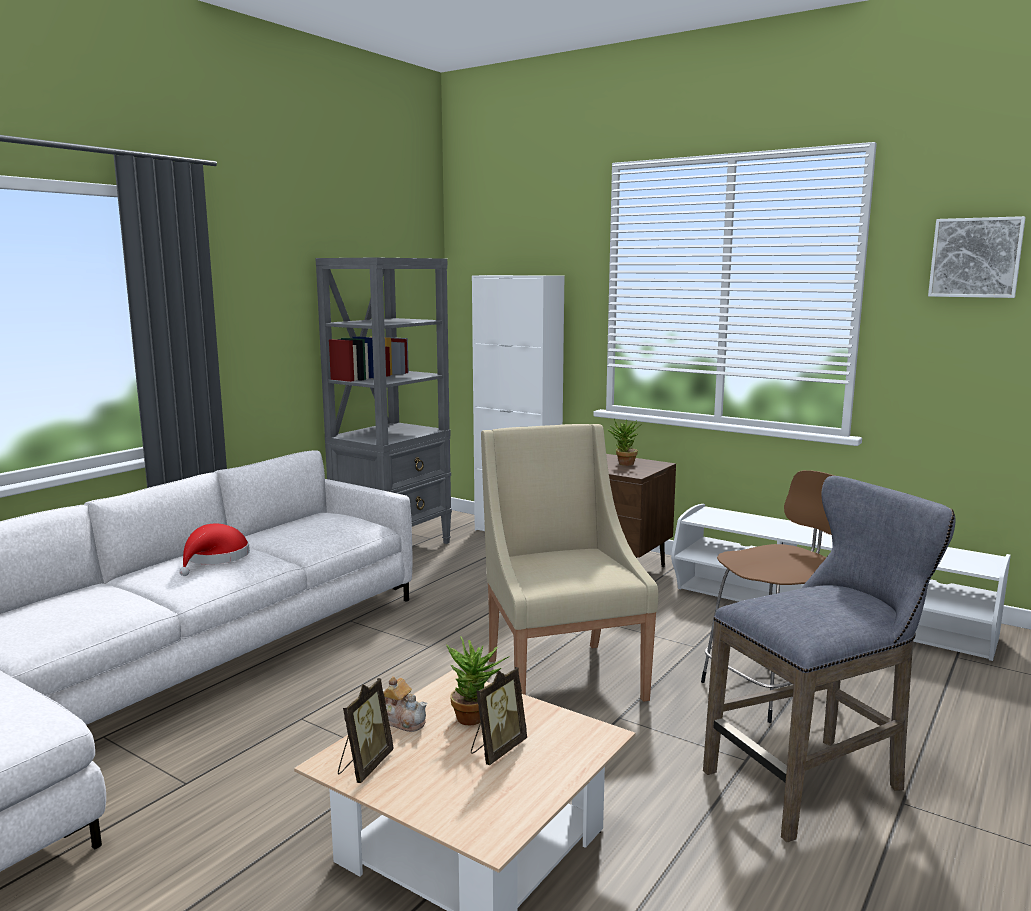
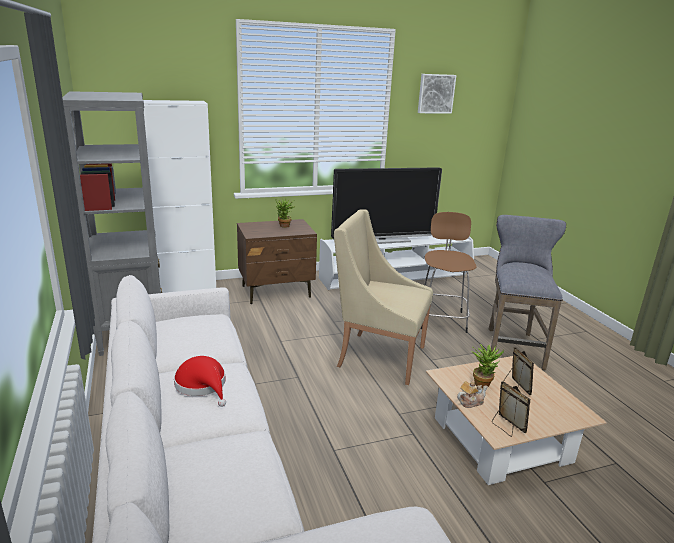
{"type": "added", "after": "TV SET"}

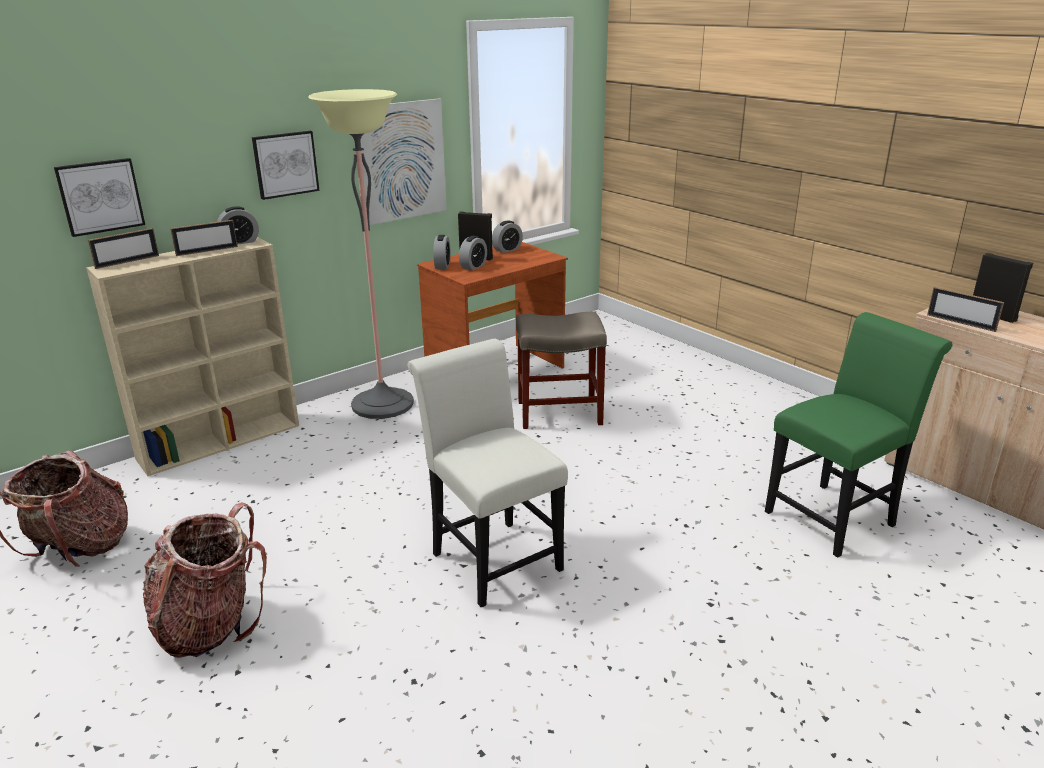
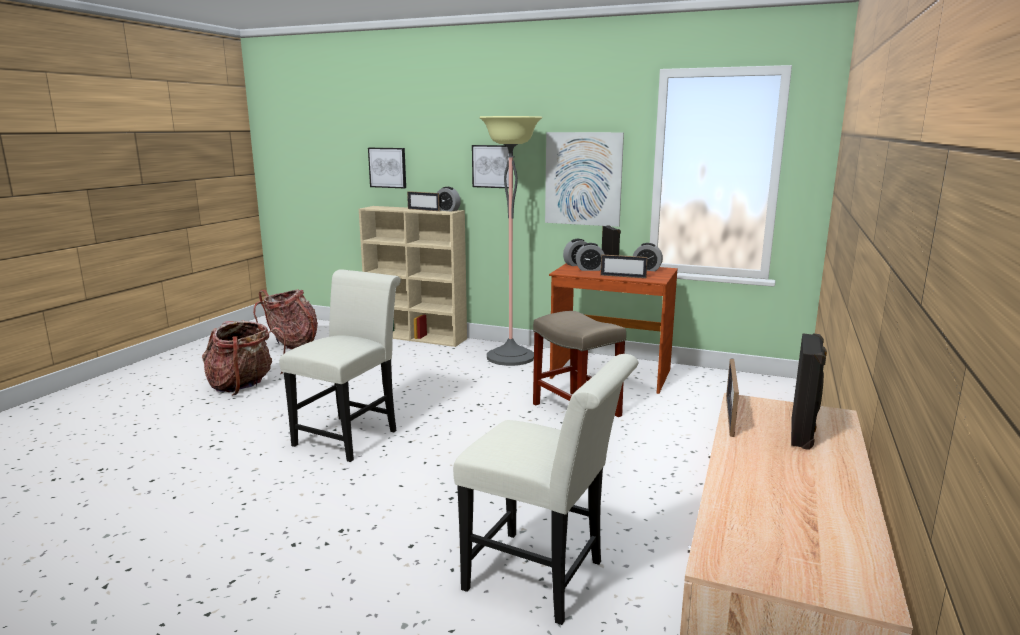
{"type": "moved", "before": "PICTURE FRAME (1st from left in the first image)", "after": "PICTURE FRAME (2nd from left)"}
{"type": "recoloured", "before": "GREEN-COLOURED UPRIGHT CHAIR", "after": "WHITE UPRIGHT CHAIR (2nd from left)"}

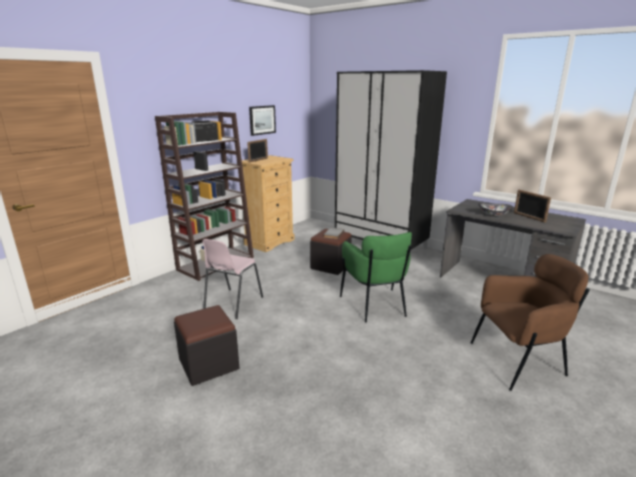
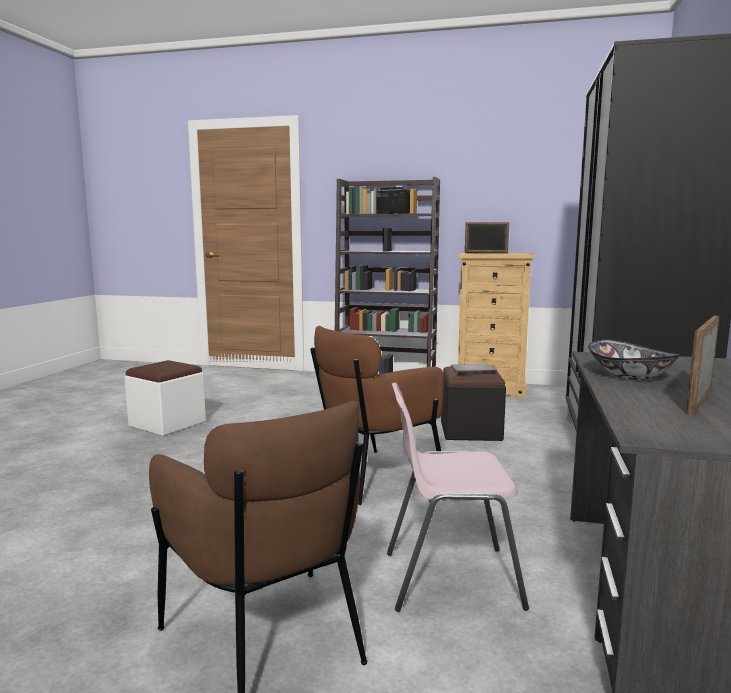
{"type": "recoloured", "before": "BLACK FOOTREST (1st from left)", "after": "WHITE FOOTREST"}
{"type": "moved", "before": "PINK UPRIGHT CHAIR"}
{"type": "removed", "before": "WALL ART"}
{"type": "recoloured", "before": "GREEN-COLOURED LOUNGE CHAIR", "after": "BROWN-COLOURED LOUNGE CHAIR (2nd from left)"}

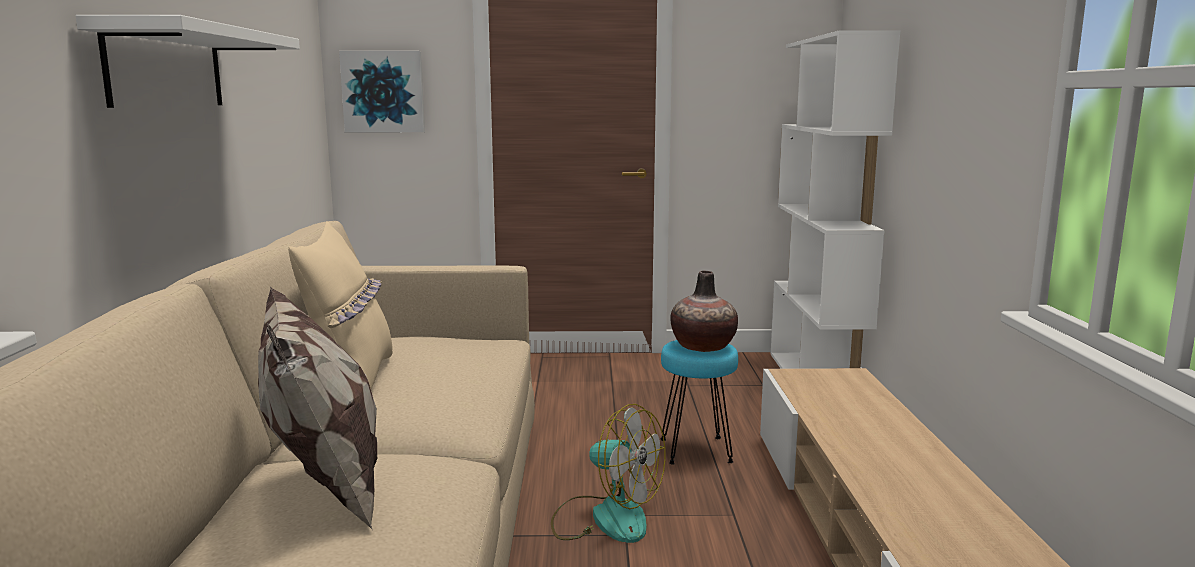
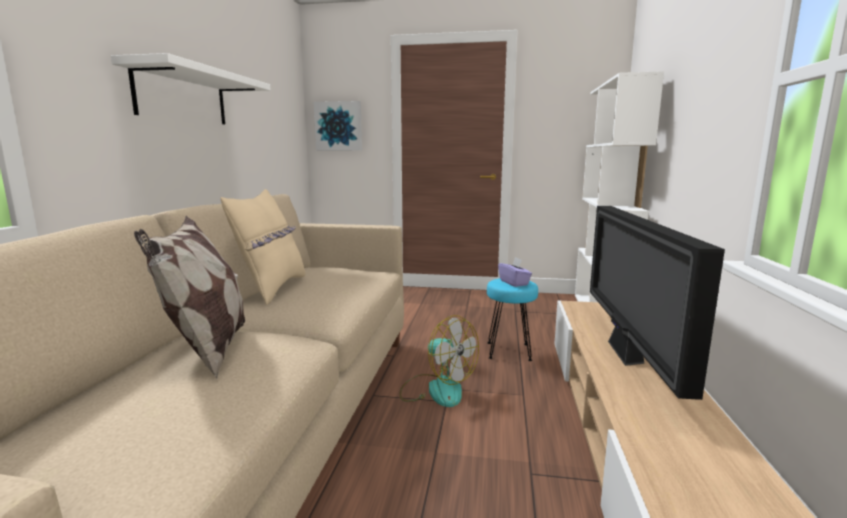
{"type": "replaced", "before": "VASE", "after": "PURPLE-COLOURED TISSUE BOX"}
{"type": "added", "after": "TV SET"}

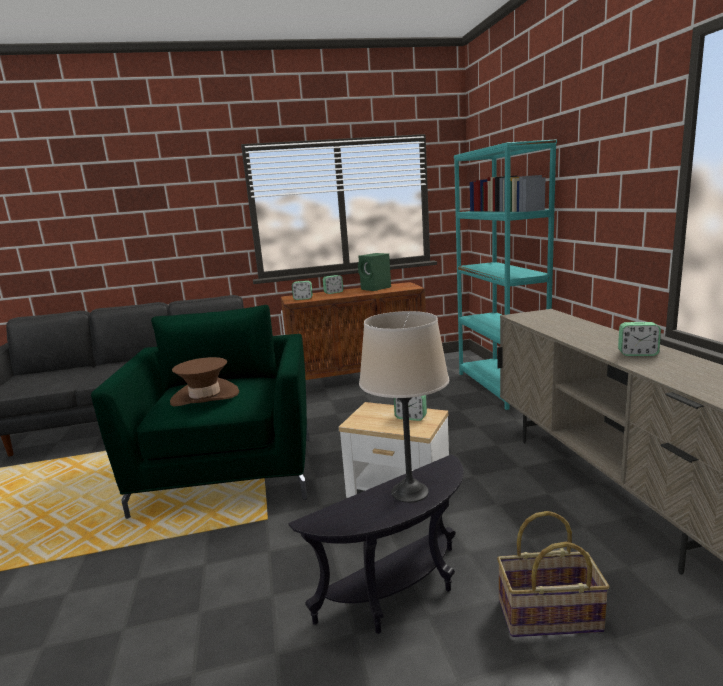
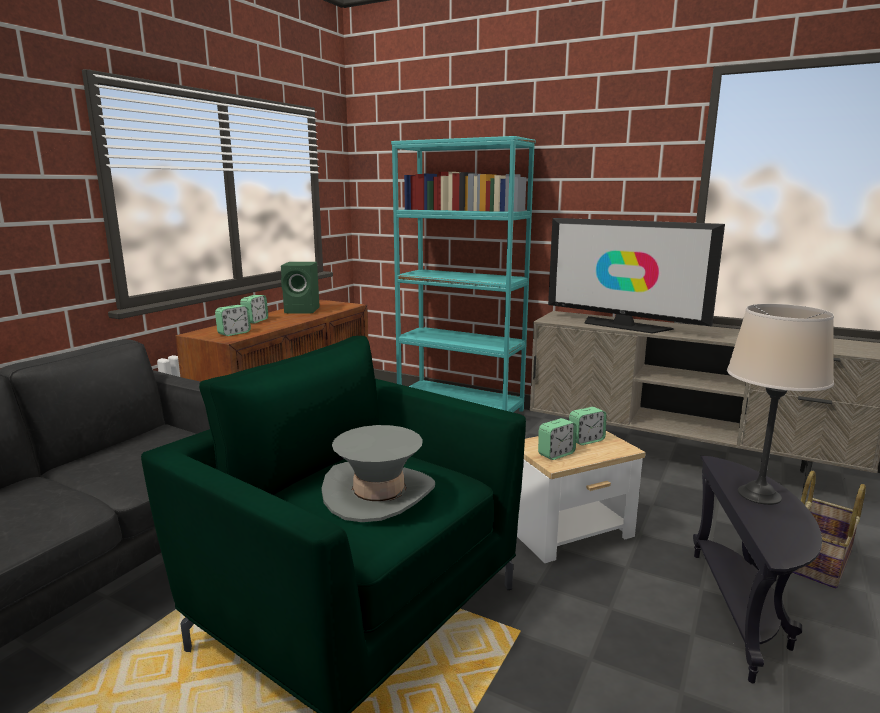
{"type": "recoloured", "before": "BROWN-COLOURED HAT", "after": "GRAY HAT"}
{"type": "moved", "before": "ALARM CLOCK (4th from left in the first image)", "after": "ALARM CLOCK (3rd from left)"}
{"type": "added", "after": "TV SET"}

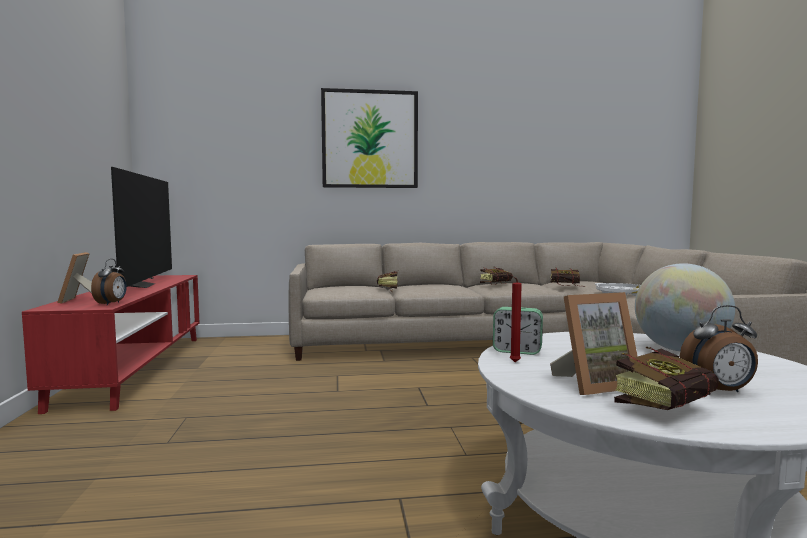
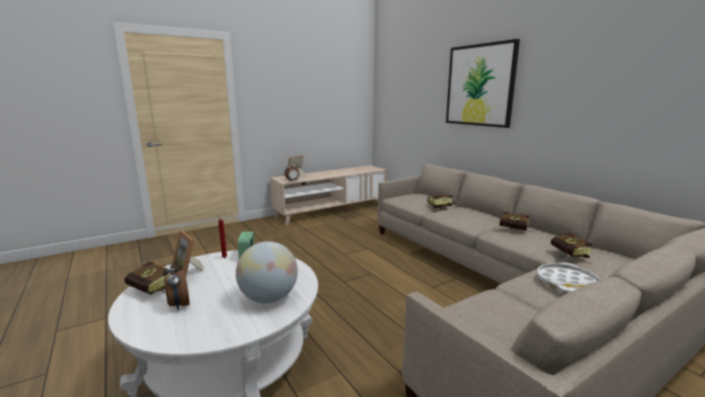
{"type": "recoloured", "before": "REDDISH TV STAND", "after": "BEIGE-COLOURED TV STAND"}
{"type": "removed", "before": "TV SET"}

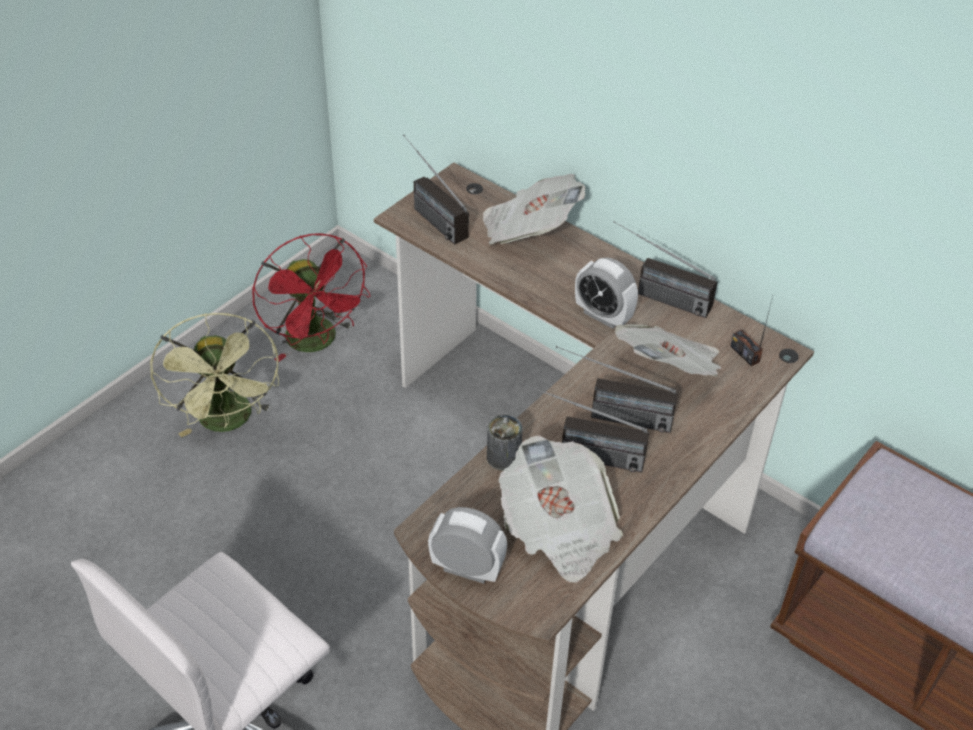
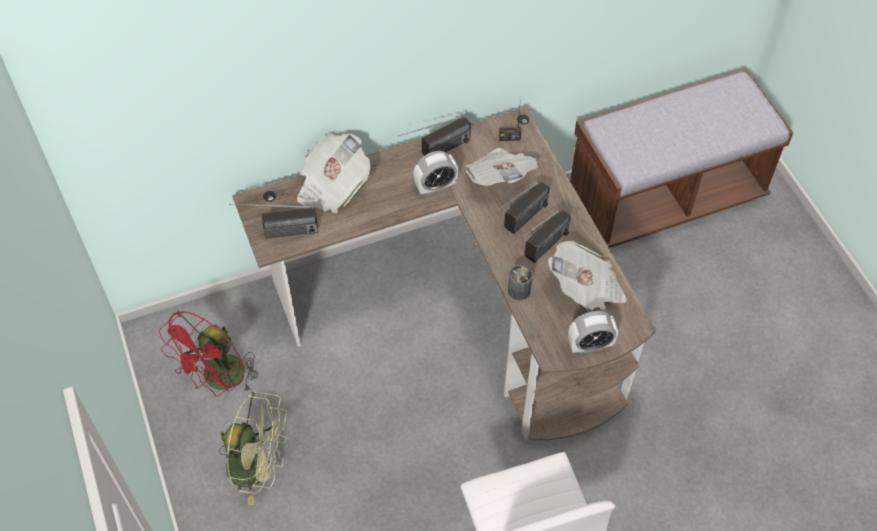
{"type": "turned", "before": "REDDISH FAN", "turn": 120}
{"type": "turned", "before": "ALARM CLOCK (1st from left in the first image)", "turn": -150}

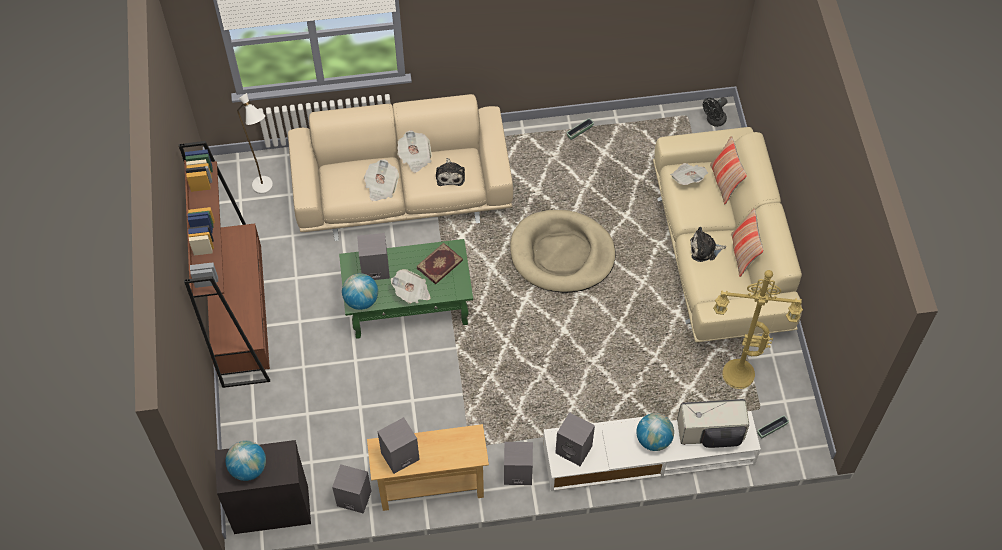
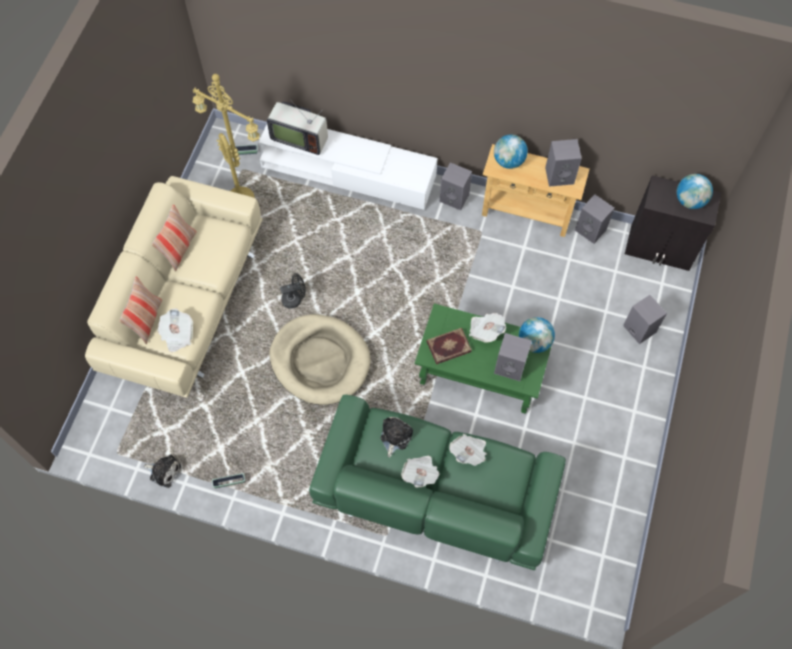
{"type": "removed", "before": "BROWN-COLOURED SHELVING UNIT"}
{"type": "removed", "before": "WHITE FLOOR LAMP"}
{"type": "recoloured", "before": "BEIGE-COLOURED SOFA (1st from left)", "after": "GREEN-COLOURED SOFA"}
{"type": "moved", "before": "GRAY LOUDSPEAKER (5th from left)"}
{"type": "moved", "before": "WORLD GLOBE (3rd from left in the first image)", "after": "WORLD GLOBE (1st from left)"}
{"type": "moved", "before": "SOFT TOY (2nd from left in the first image)", "after": "SOFT TOY (1st from left)"}
{"type": "moved", "before": "BLACK FAN"}

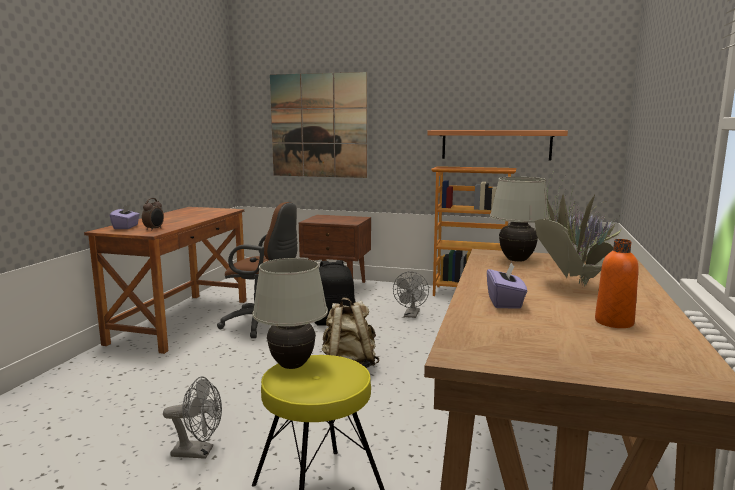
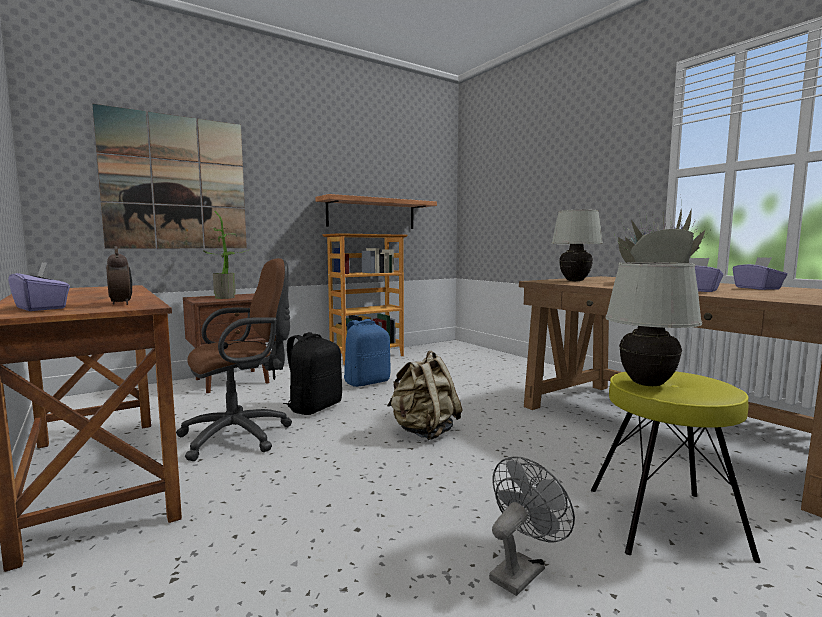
{"type": "replaced", "before": "GRAY FAN (2nd from left)", "after": "BLUE BACKPACK"}
{"type": "replaced", "before": "ORANGE DRINK BOTTLE", "after": "PURPLE-COLOURED TISSUE BOX (3rd from left)"}
{"type": "added", "after": "PLANT IN A POT (1st from left)"}

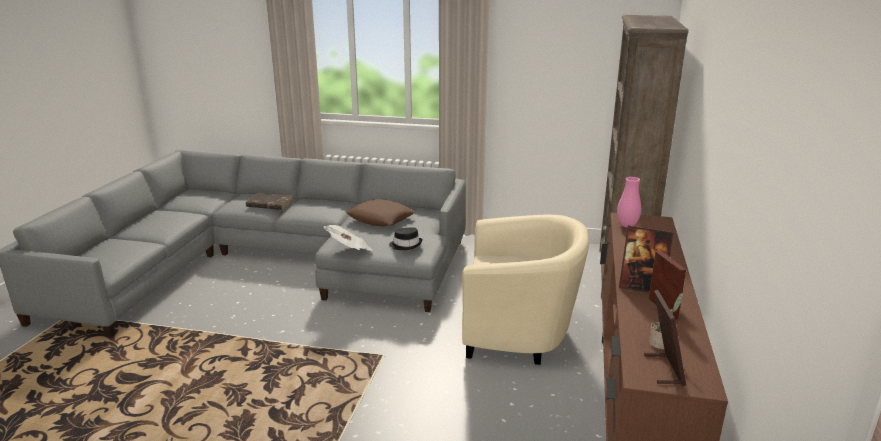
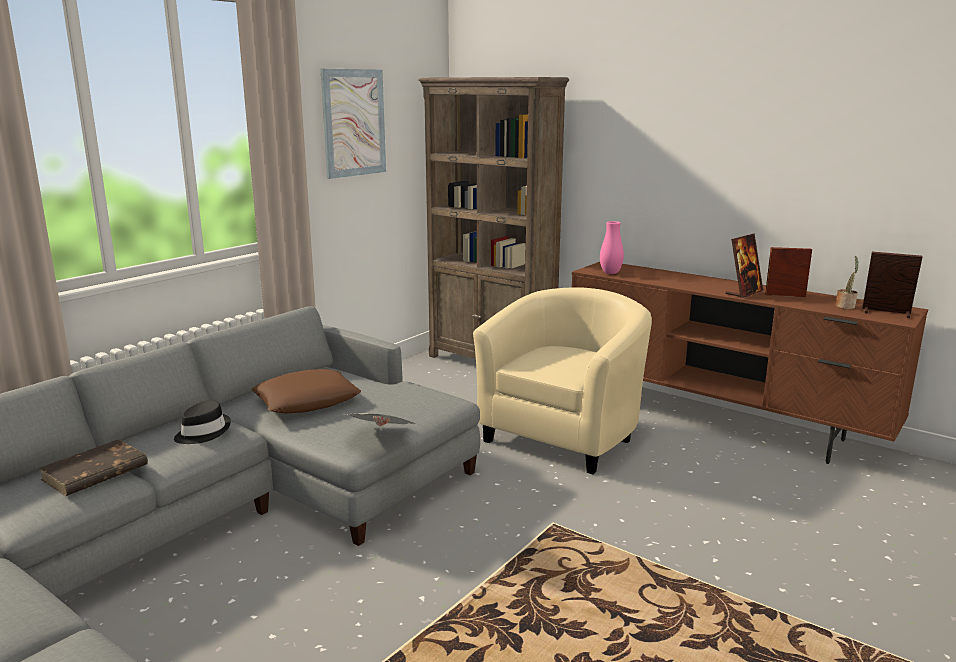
{"type": "moved", "before": "BLACK HAT"}
{"type": "added", "after": "WALL ART"}

